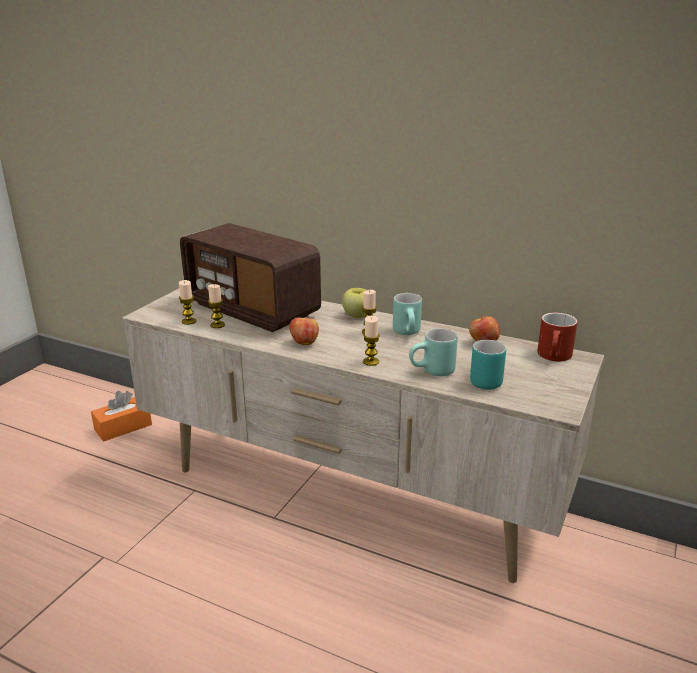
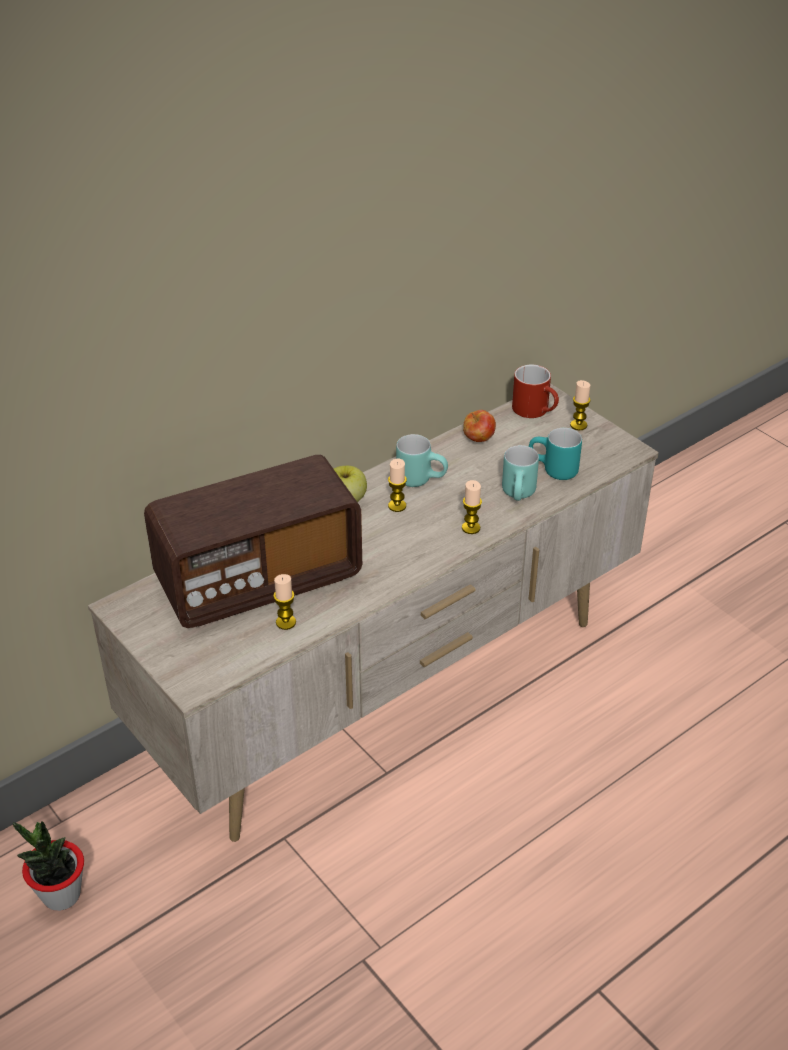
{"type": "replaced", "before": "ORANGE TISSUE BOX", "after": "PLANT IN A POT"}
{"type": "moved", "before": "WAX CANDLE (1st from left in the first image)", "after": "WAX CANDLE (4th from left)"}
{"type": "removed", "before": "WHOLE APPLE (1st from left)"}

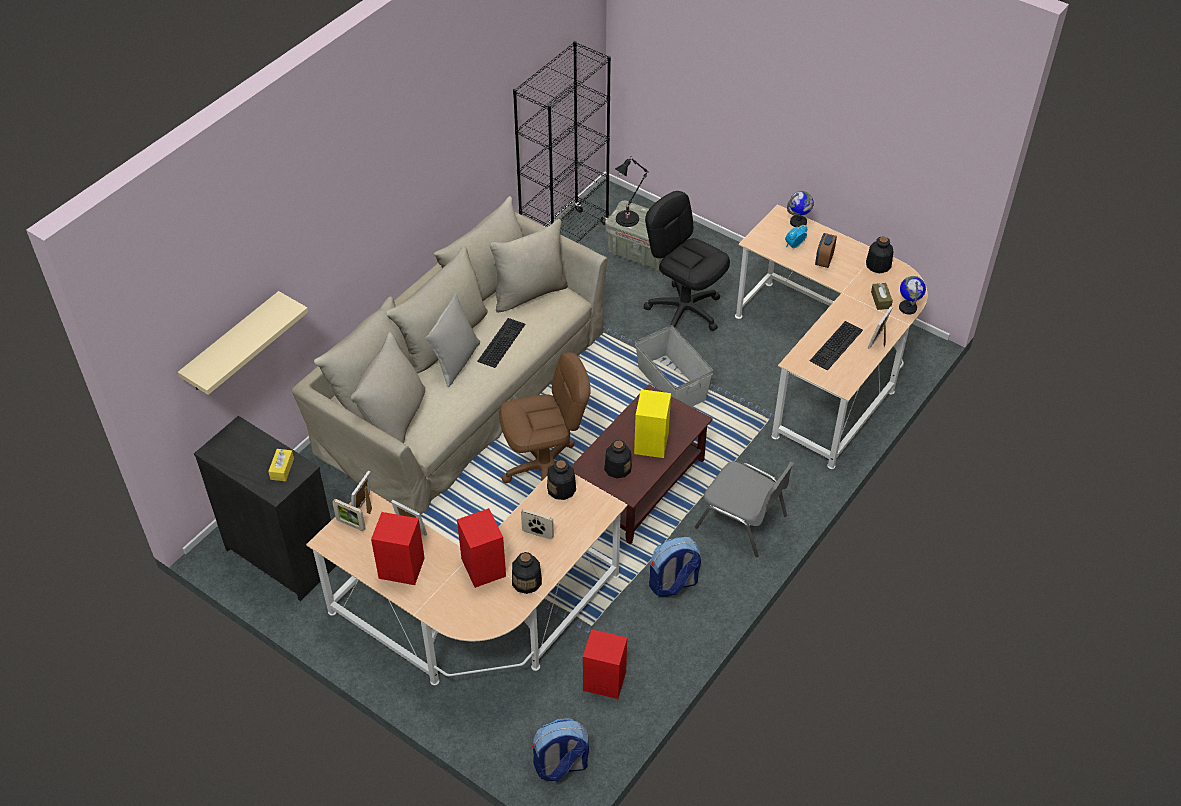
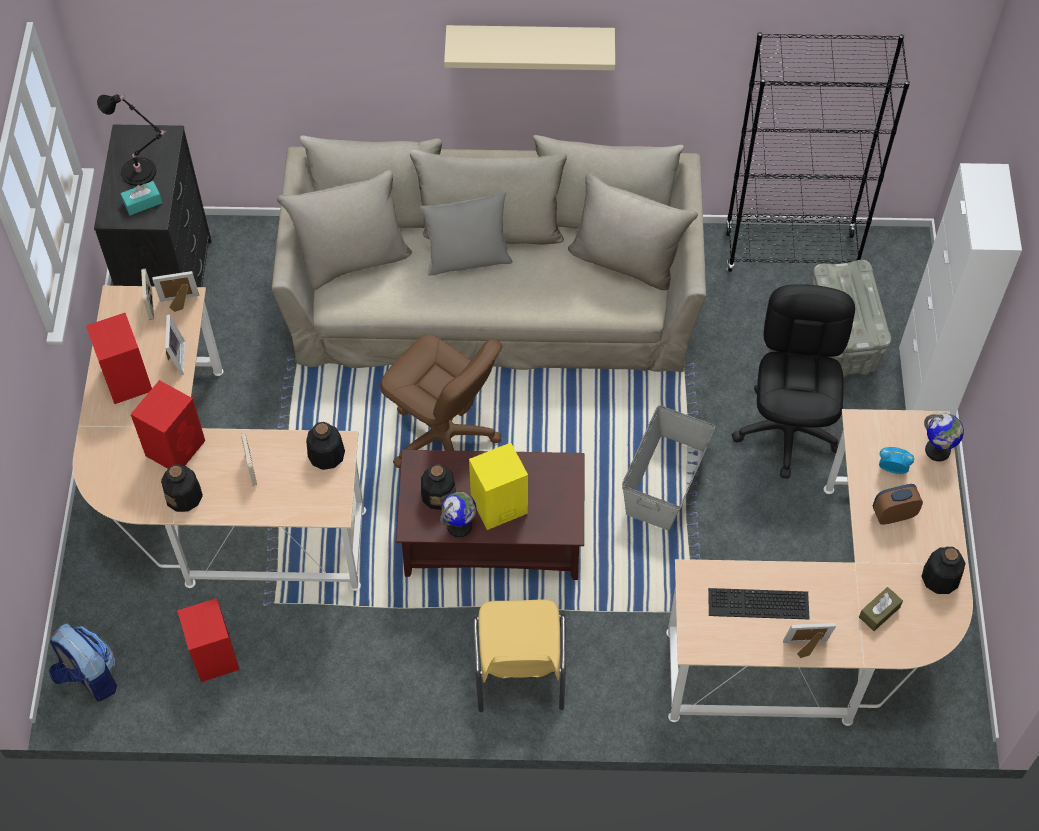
{"type": "moved", "before": "BEIGE-COLOURED WALL SHELF"}
{"type": "recoloured", "before": "YELLOWISH TISSUE BOX", "after": "BLUE-GREEN TISSUE BOX"}
{"type": "removed", "before": "PC KEYBOARD (1st from left)"}
{"type": "moved", "before": "BLACK TABLE LAMP"}
{"type": "removed", "before": "BACKPACK (2nd from left)"}
{"type": "recoloured", "before": "GRAY UPRIGHT CHAIR", "after": "YELLOWISH UPRIGHT CHAIR"}
{"type": "moved", "before": "WORLD GLOBE (2nd from left in the first image)", "after": "WORLD GLOBE (1st from left)"}
{"type": "added", "after": "WHITE STORAGE CABINET"}

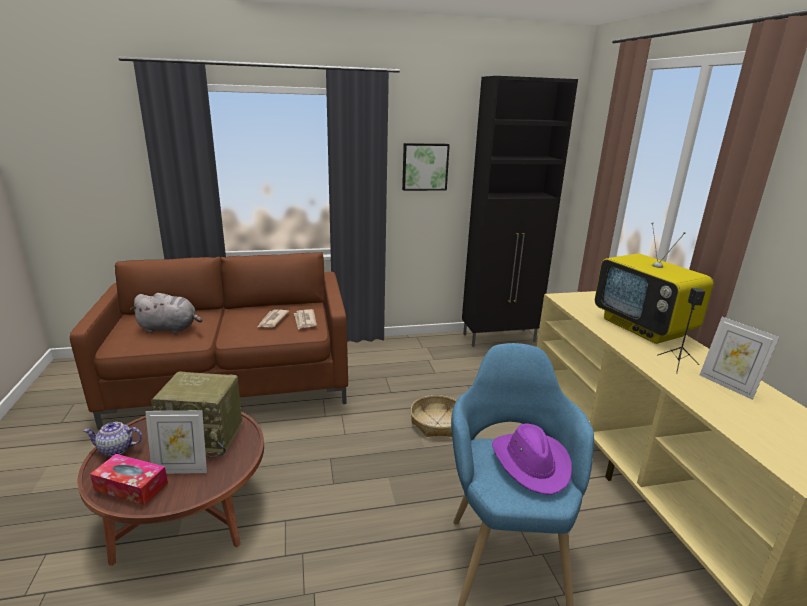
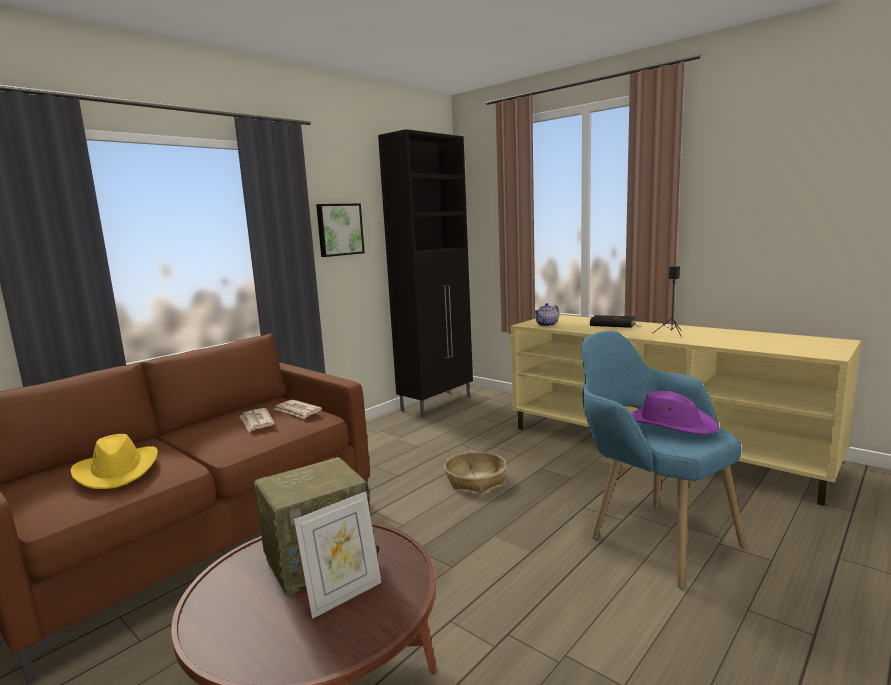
{"type": "moved", "before": "TEA POT"}
{"type": "removed", "before": "TISSUE BOX"}
{"type": "replaced", "before": "GRAY SOFT TOY", "after": "YELLOWISH HAT"}
{"type": "replaced", "before": "TV SET", "after": "BLACK BOUND BOOK"}
{"type": "removed", "before": "PICTURE FRAME (2nd from left)"}

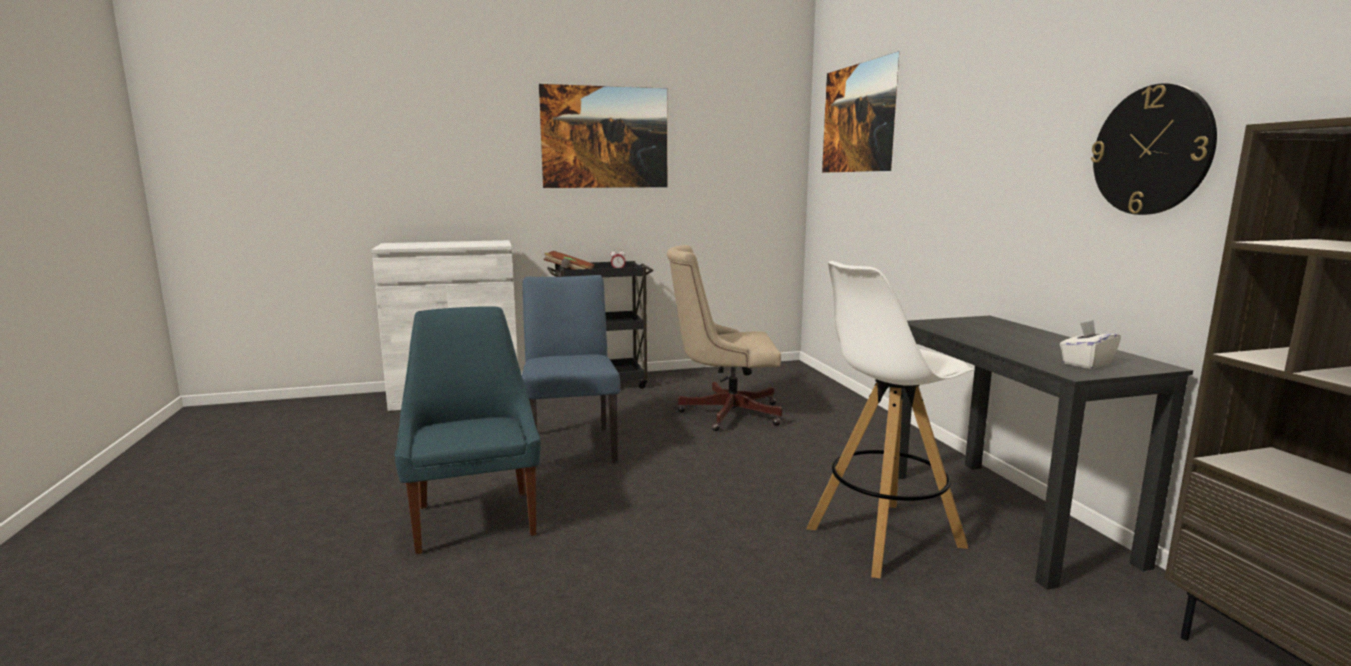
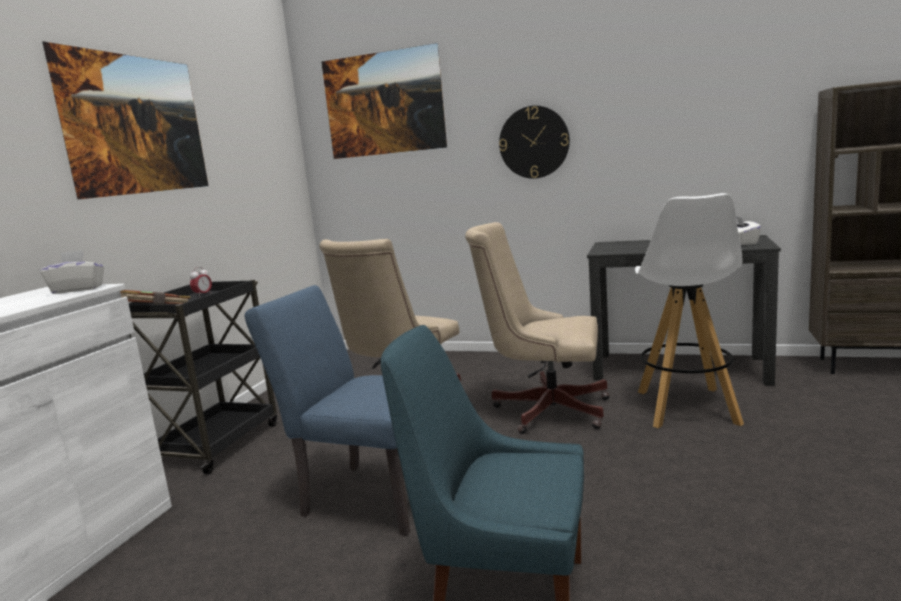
{"type": "moved", "before": "WALL CLOCK"}
{"type": "added", "after": "WHITE TISSUE BOX (1st from left)"}
{"type": "added", "after": "BEIGE-COLOURED COMPUTER CHAIR (2nd from left)"}

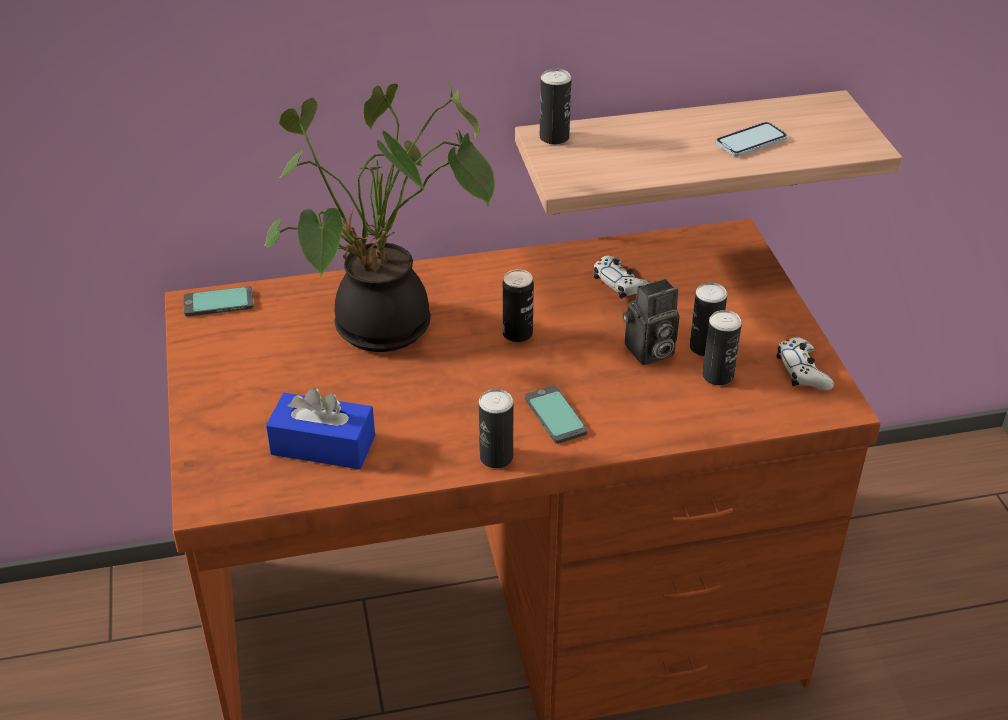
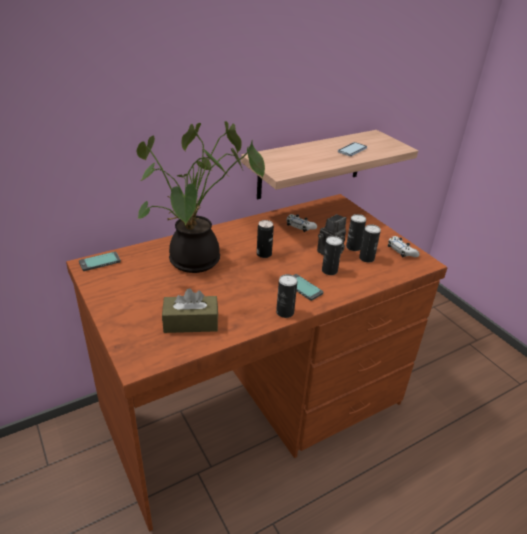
{"type": "recoloured", "before": "BLUE TISSUE BOX", "after": "BROWN-COLOURED TISSUE BOX"}
{"type": "moved", "before": "CAN (3rd from left)"}

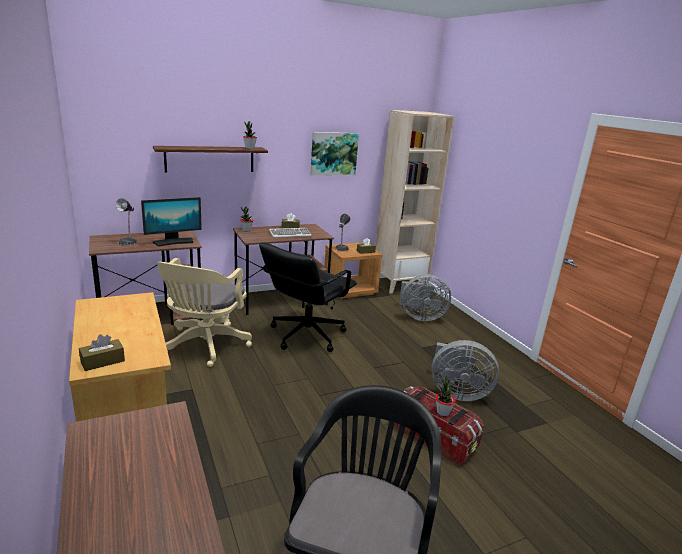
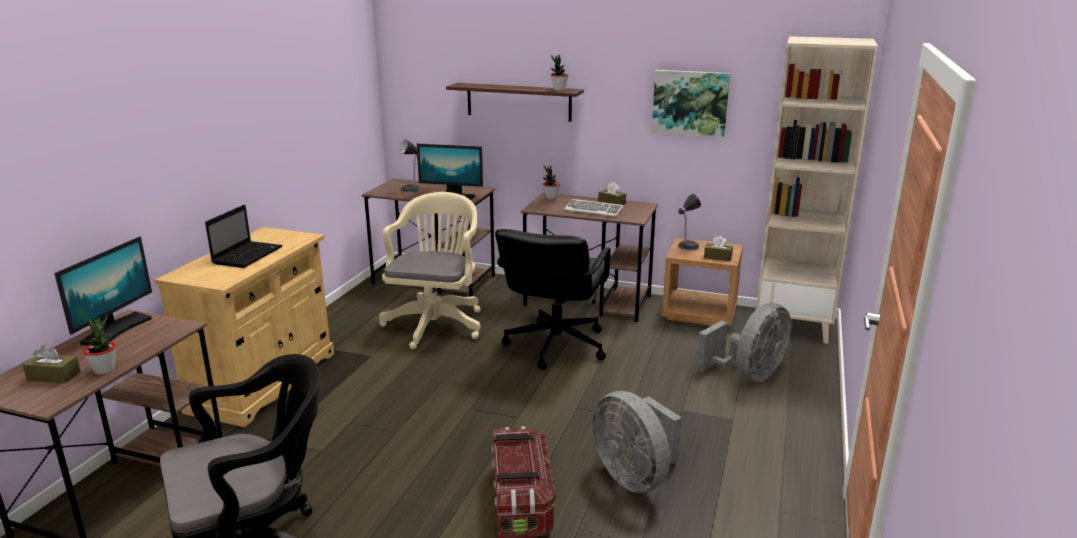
{"type": "moved", "before": "BROWN-COLOURED TISSUE BOX (1st from left)"}
{"type": "turned", "before": "BEIGE-COLOURED COMPUTER CHAIR", "turn": 135}
{"type": "turned", "before": "BLACK COMPUTER CHAIR (1st from left in the first image)", "turn": -60}
{"type": "turned", "before": "GRAY FAN (1st from left in the first image)", "turn": -90}
{"type": "moved", "before": "PLANT IN A POT (3rd from left in the first image)", "after": "PLANT IN A POT (1st from left)"}
{"type": "added", "after": "COMPUTER SCREEN (1st from left)"}
{"type": "added", "after": "LAPTOP"}

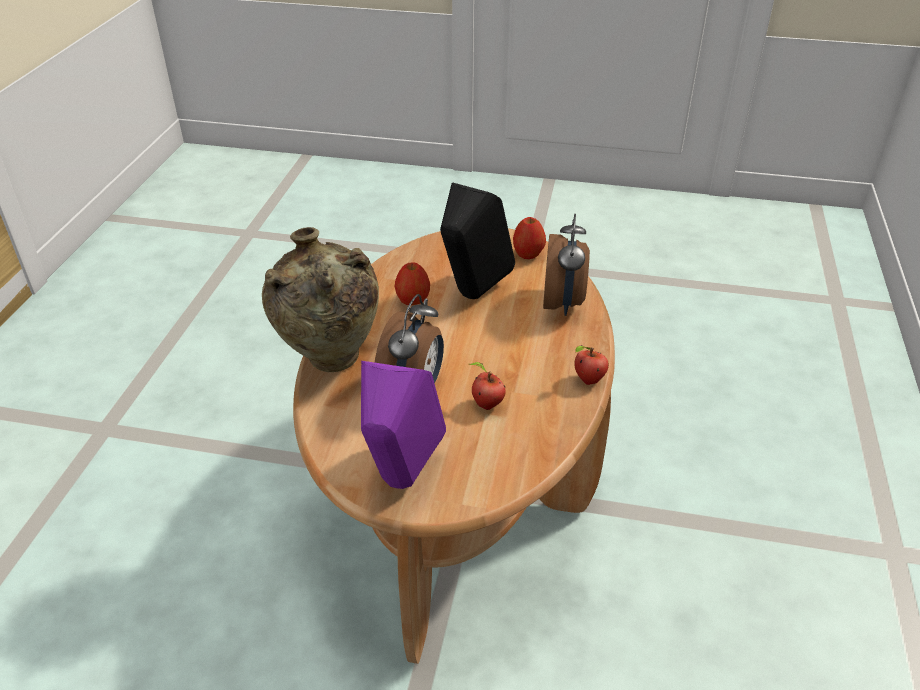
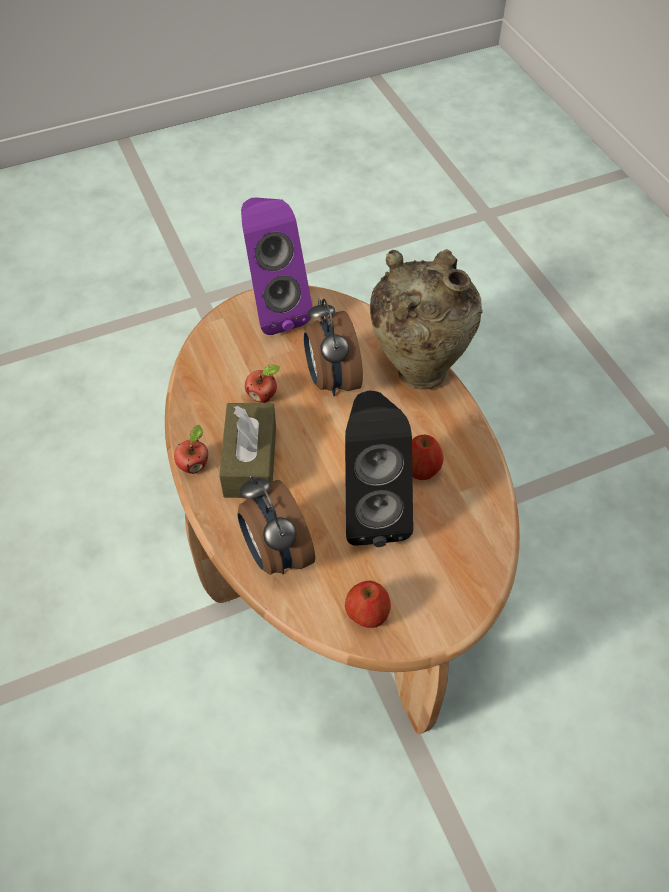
{"type": "added", "after": "BROWN-COLOURED TISSUE BOX"}

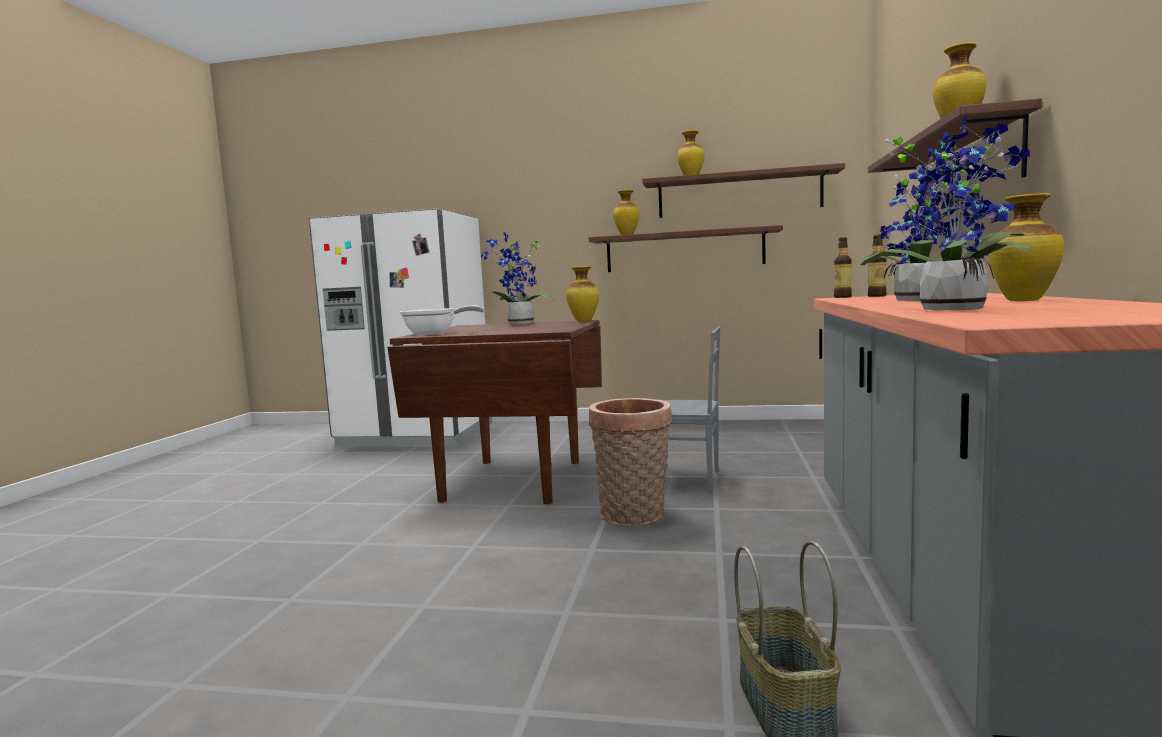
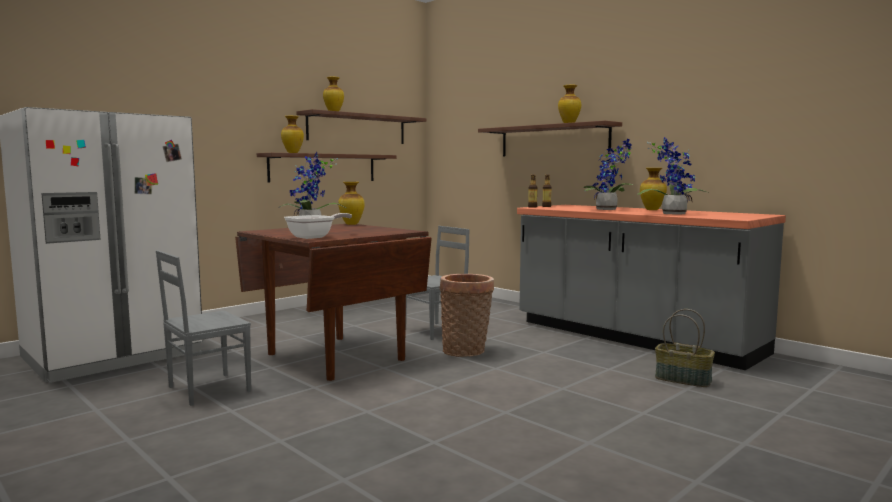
{"type": "added", "after": "GRAY UPRIGHT CHAIR (1st from left)"}

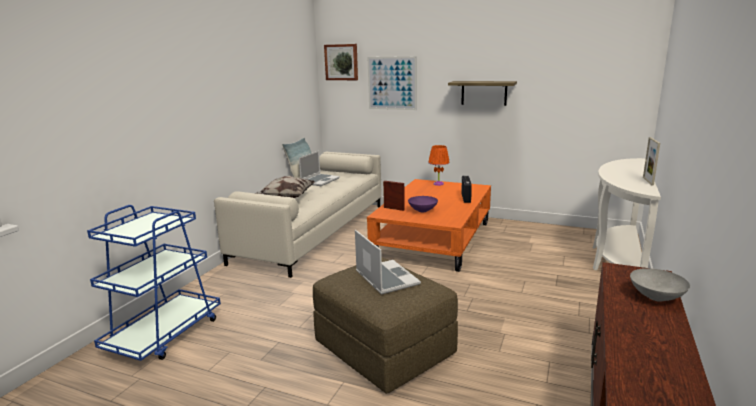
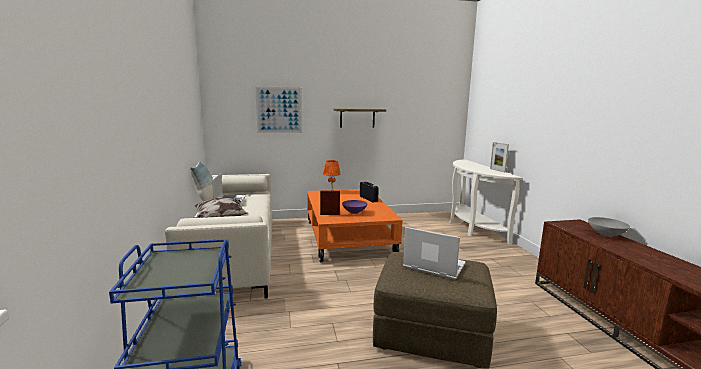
{"type": "removed", "before": "WALL ART (1st from left)"}

